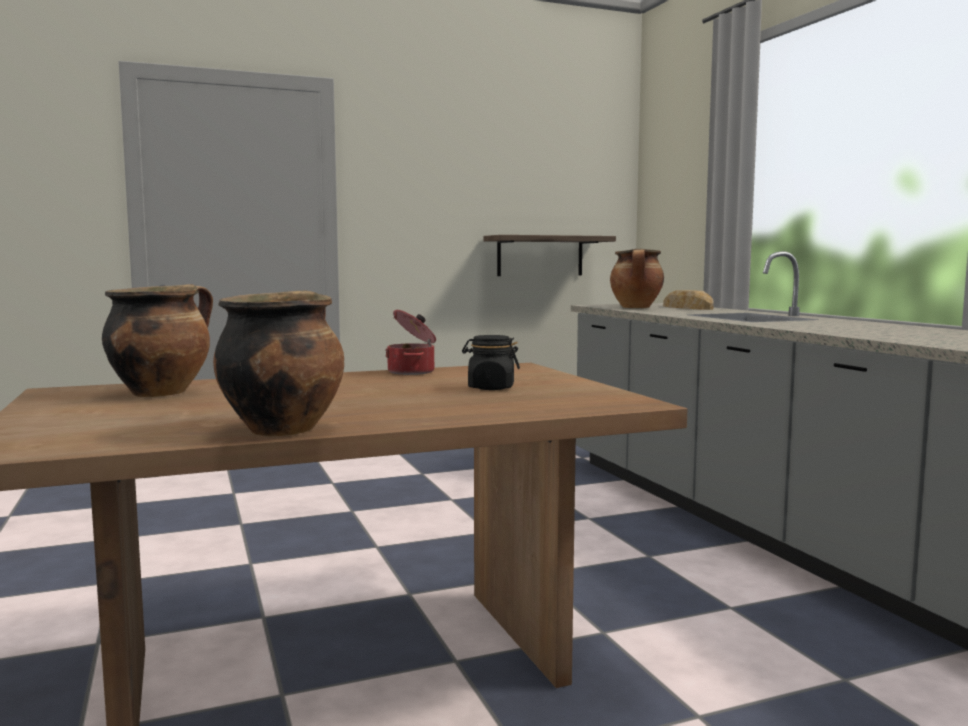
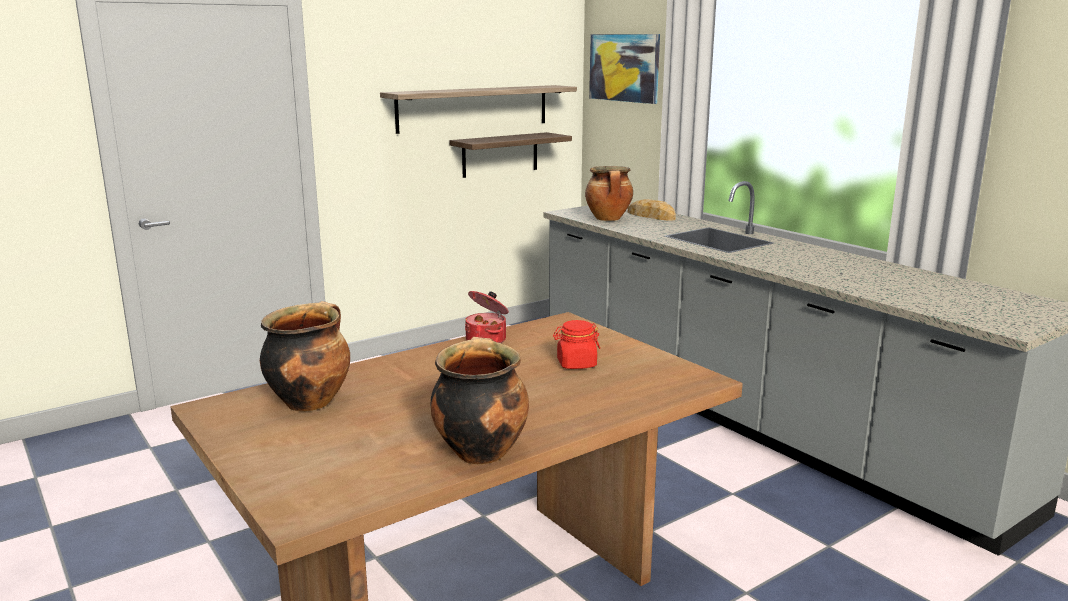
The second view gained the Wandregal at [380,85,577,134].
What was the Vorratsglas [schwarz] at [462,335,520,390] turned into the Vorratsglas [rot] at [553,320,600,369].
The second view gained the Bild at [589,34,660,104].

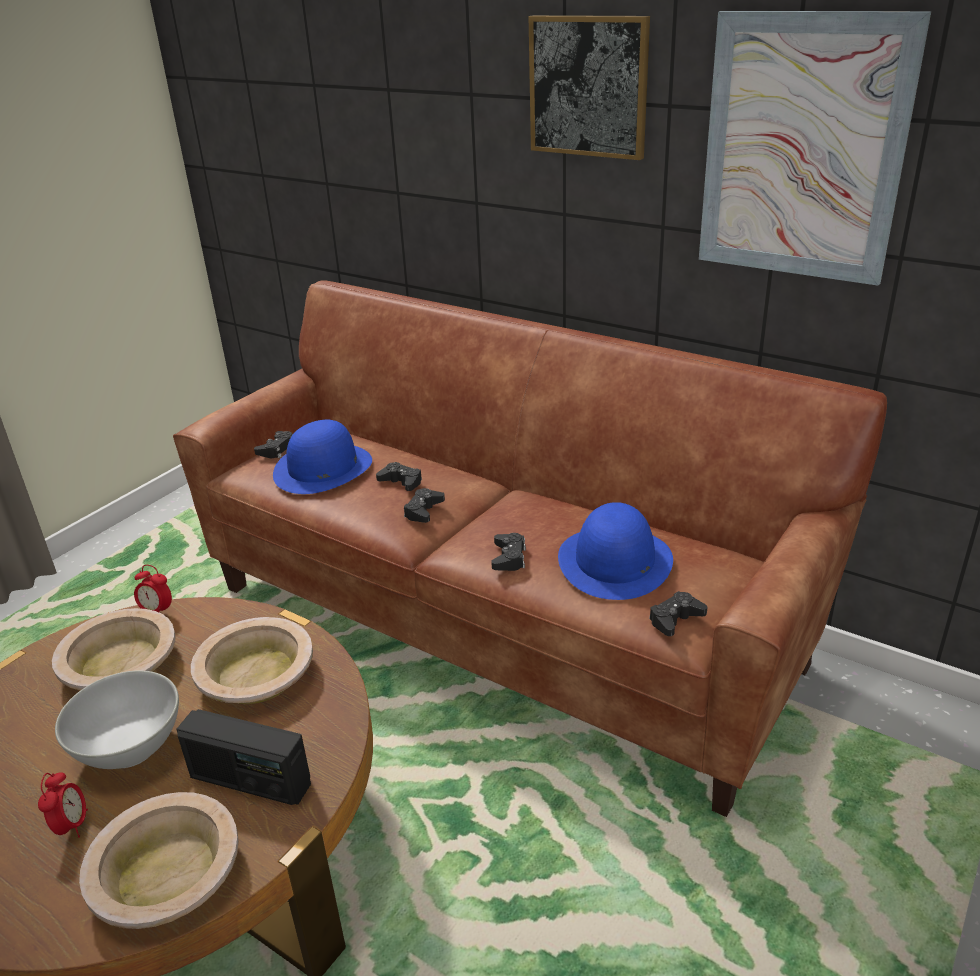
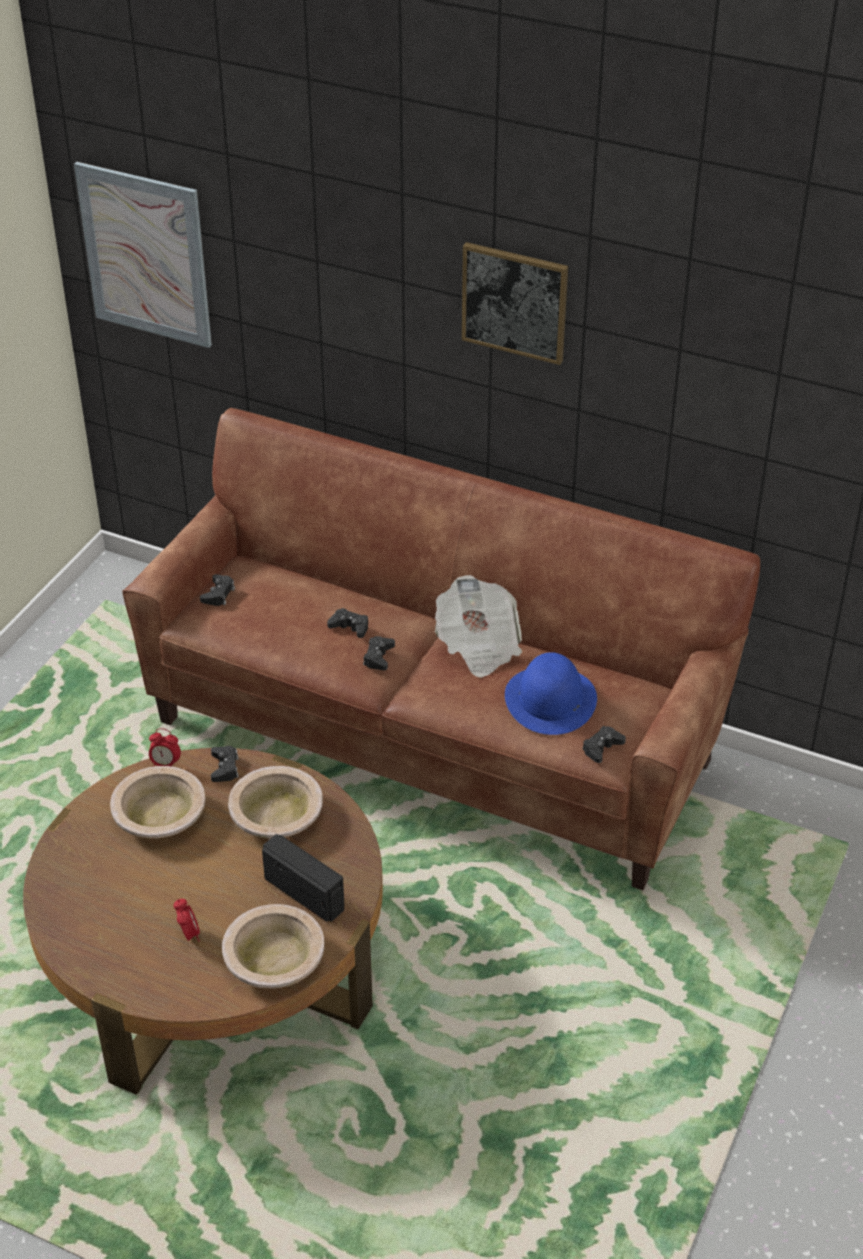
The Bild ended up elsewhere, having gone from [699,11,931,286] to [74,162,212,348].
The Gamepad [schwarz] ended up elsewhere, having gone from [491,533,526,571] to [211,746,239,782].
The Radio at [176,709,311,805] ended up facing another way, 150 degrees counterclockwise from before.
The second view gained the Zeitung at [435,575,522,678].
The second view lost the Schüssel [weiß] at [55,671,179,769].
The second view lost the Hut [blau] at [273,420,372,494].

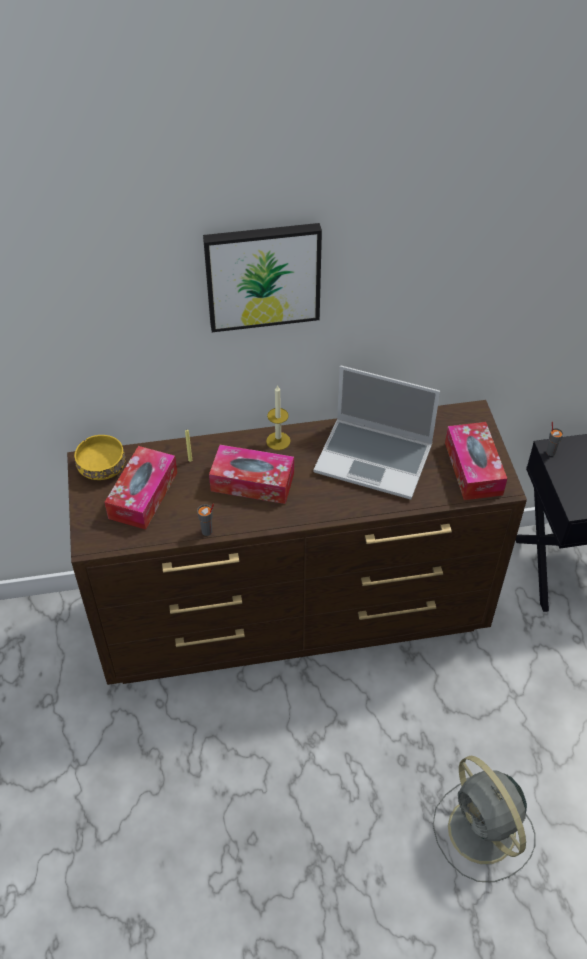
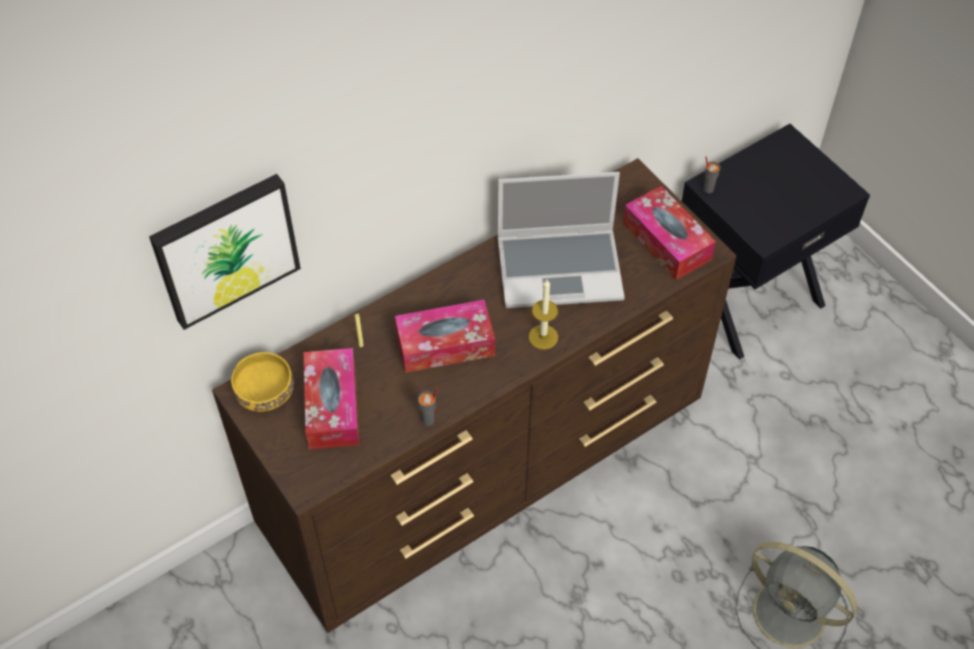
The Bild ended up elsewhere, having gone from [203,223,322,332] to [149,174,301,330].
The Kerze ended up elsewhere, having gone from [266,385,291,450] to [529,280,558,350].

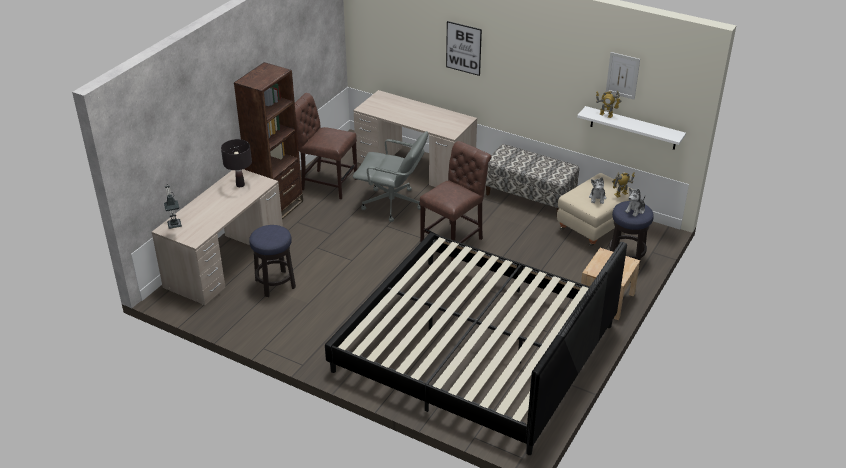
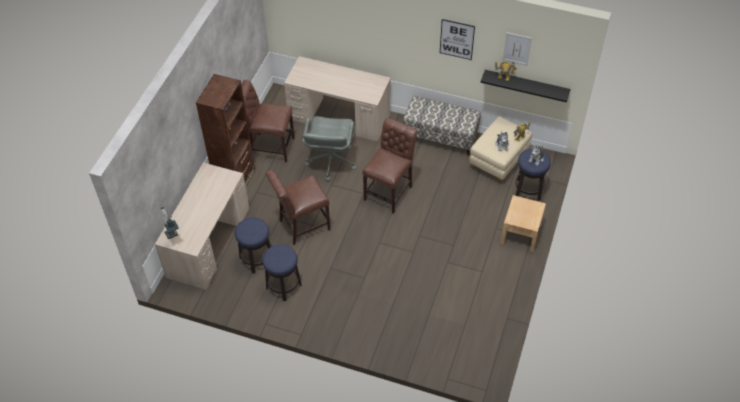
The second view gained the Hocker at [262,244,302,301].
The second view gained the Stuhl [braun] at [266,170,330,245].
The Bürostuhl [grau] at [353,131,428,222] ended up facing another way, 90 degrees clockwise from before.
The Bild ended up elsewhere, having gone from [446,21,482,76] to [440,19,475,60].
What was the Wandregal [weiß] at [577,106,686,150] turned into the Wandregal [schwarz] at [481,70,571,102].
The second view lost the Tischlampe [schwarz] at [221,139,252,187].
The second view lost the Bett at [325,233,627,455].

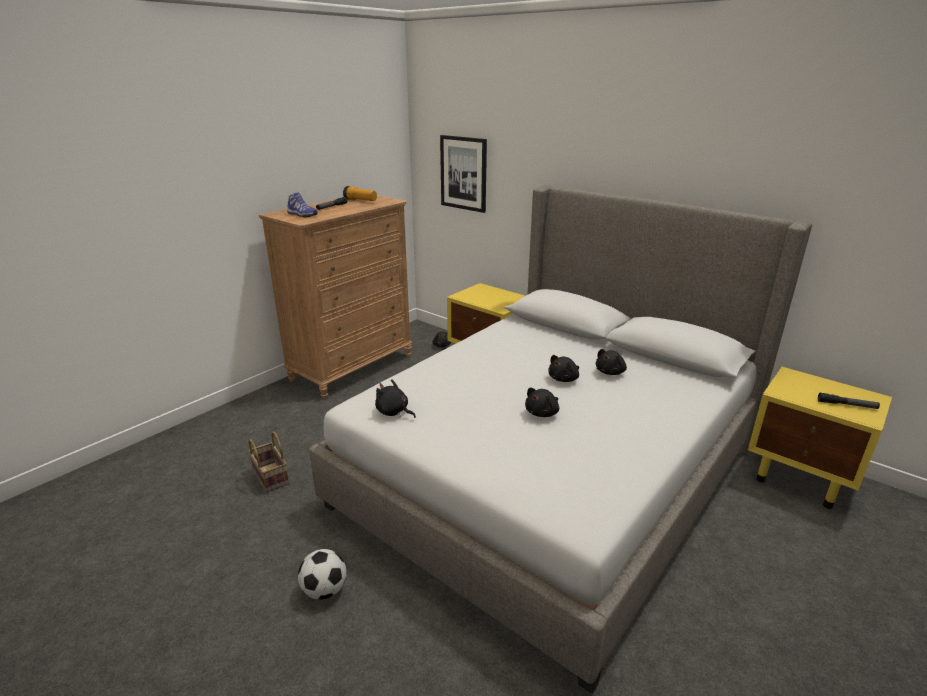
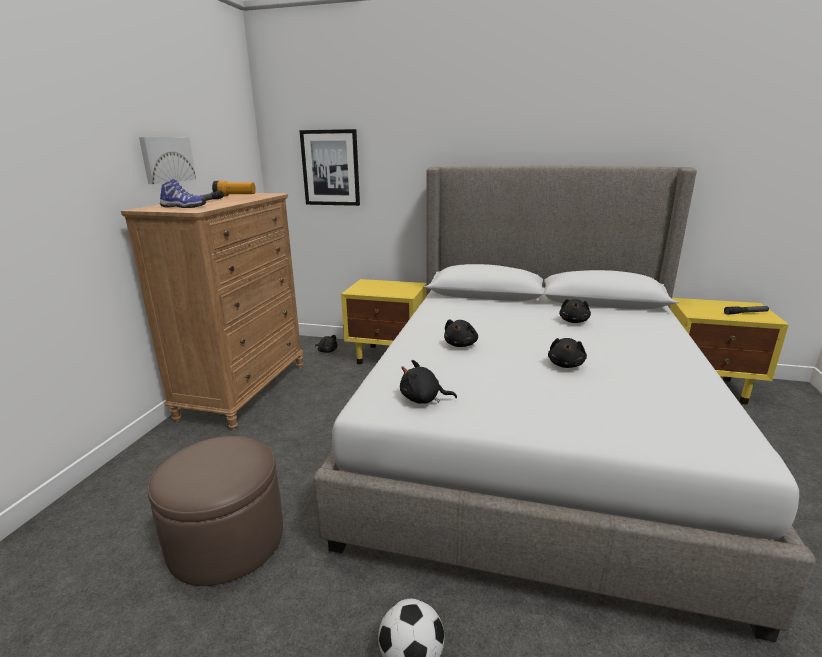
The second view gained the Bild at [139,137,196,184].
Where the Korb stood at [248,431,289,493], the Polsterhocker [braun] came to stand at [147,436,283,586].
The Plüschtier [schwarz] ended up elsewhere, having gone from [548,355,579,382] to [444,319,478,347].

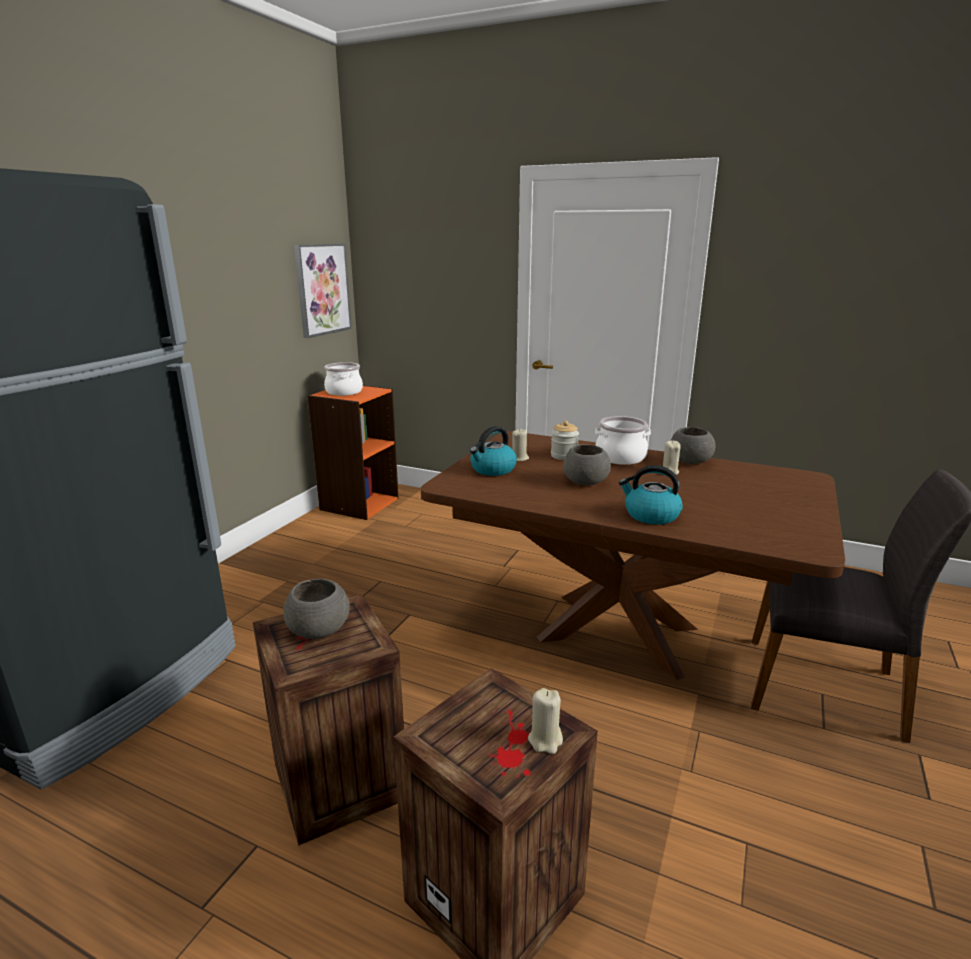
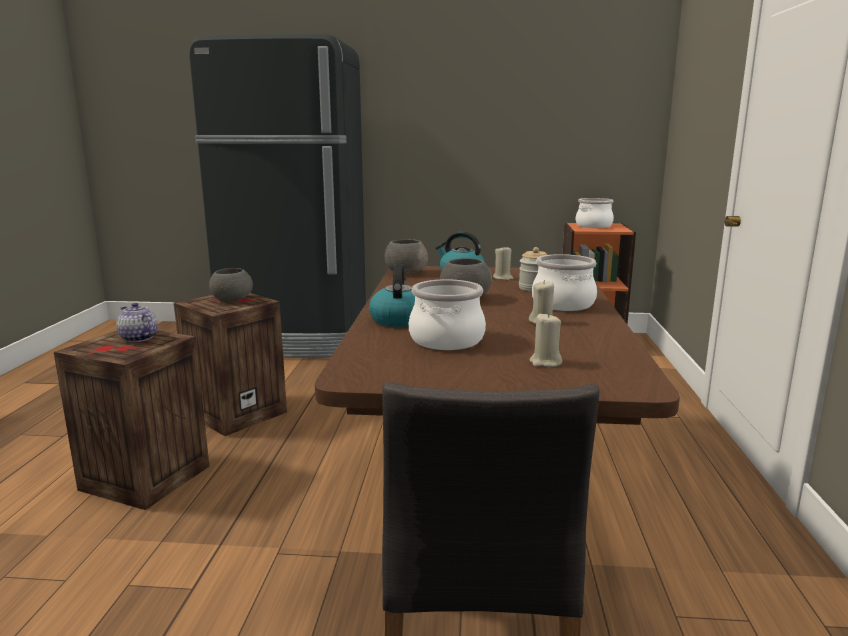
The second view gained the Teekanne at [116,303,158,342].
The Schüssel [grau] ended up elsewhere, having gone from [670,427,716,464] to [385,239,428,274].
The second view gained the Kochtopf at [409,279,486,350].
The Kerze [beige] ended up elsewhere, having gone from [528,688,563,754] to [530,313,562,367].
The second view lost the Bild at [294,244,351,338].

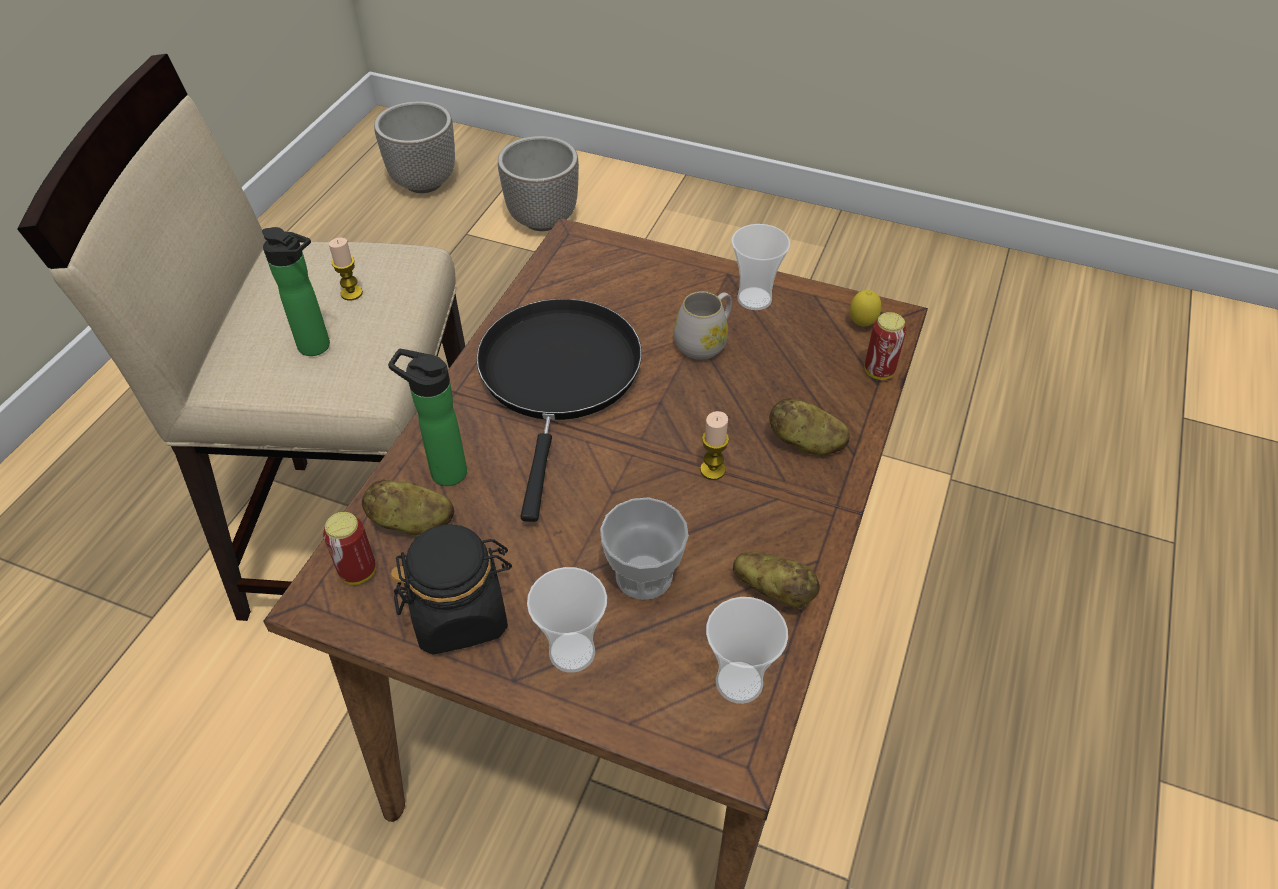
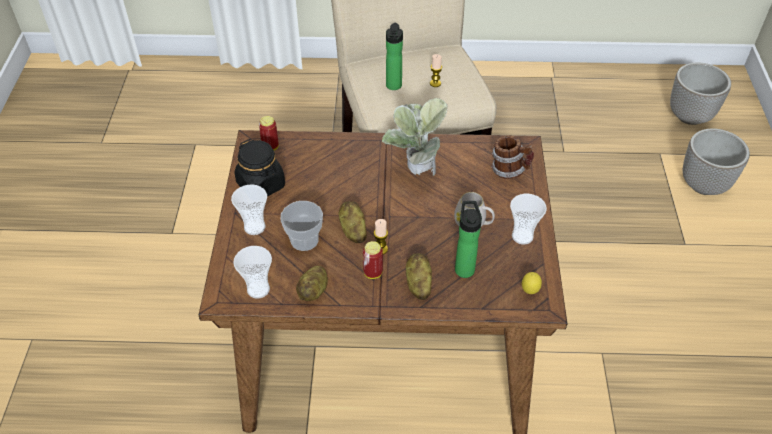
The Kartoffel ended up elsewhere, having gone from [362,479,454,535] to [339,201,367,243].
The Dose ended up elsewhere, having gone from [865,312,906,380] to [363,241,383,279].
Where the Pfanne [schwarz] stood at [476,299,642,522], the Topfpflanze came to stand at [382,98,448,176].
The Flasche ended up elsewhere, having gone from [388,349,467,486] to [455,201,482,278].
The second view gained the Henkelbecher at [492,135,534,179].

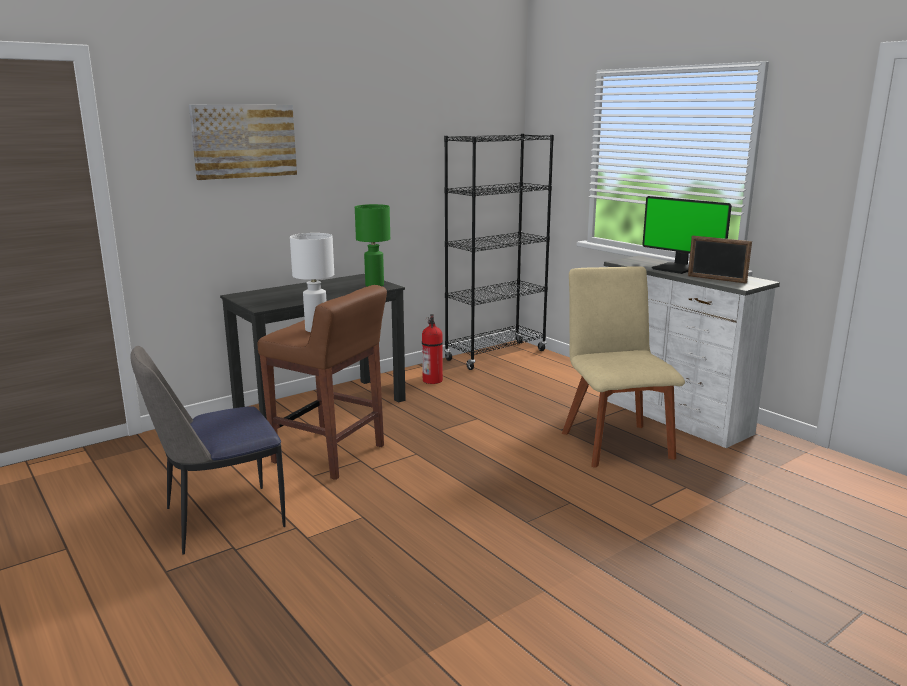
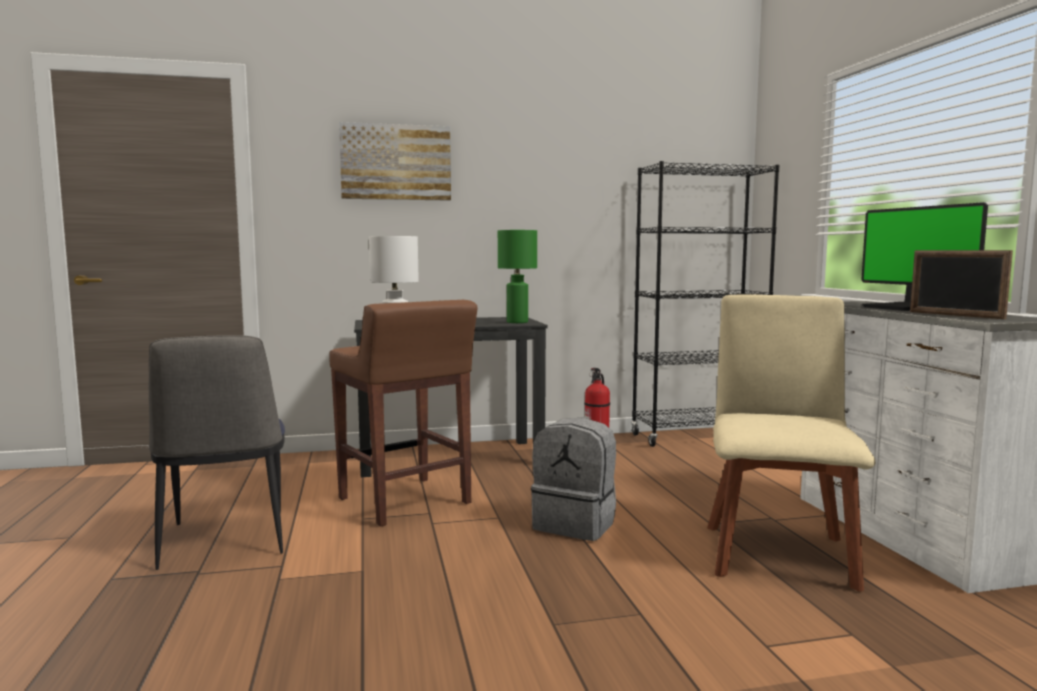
The Stuhl at [130,346,285,554] ended up facing another way, 105 degrees counterclockwise from before.
The second view gained the Rucksack [grau] at [531,417,616,541].

